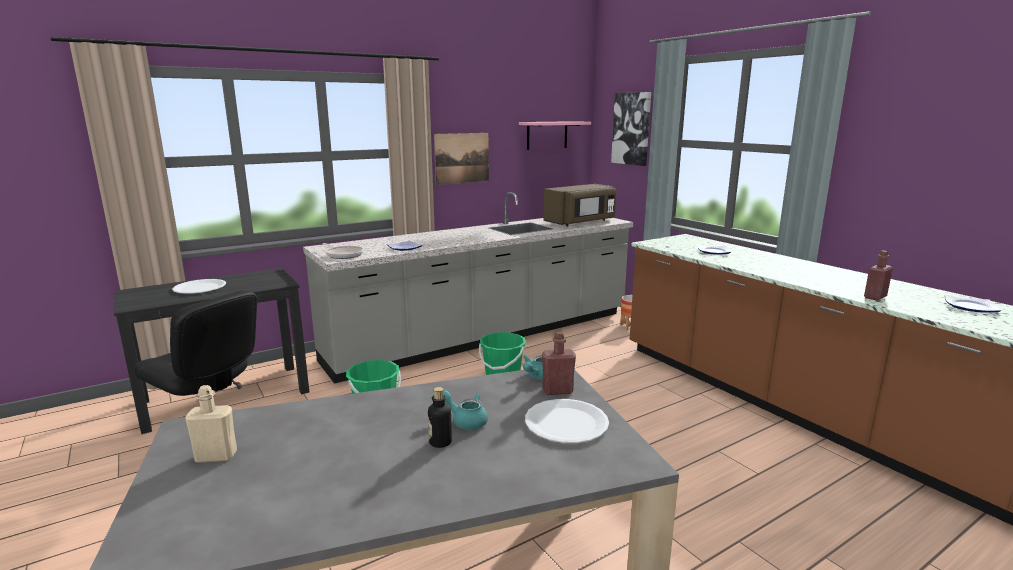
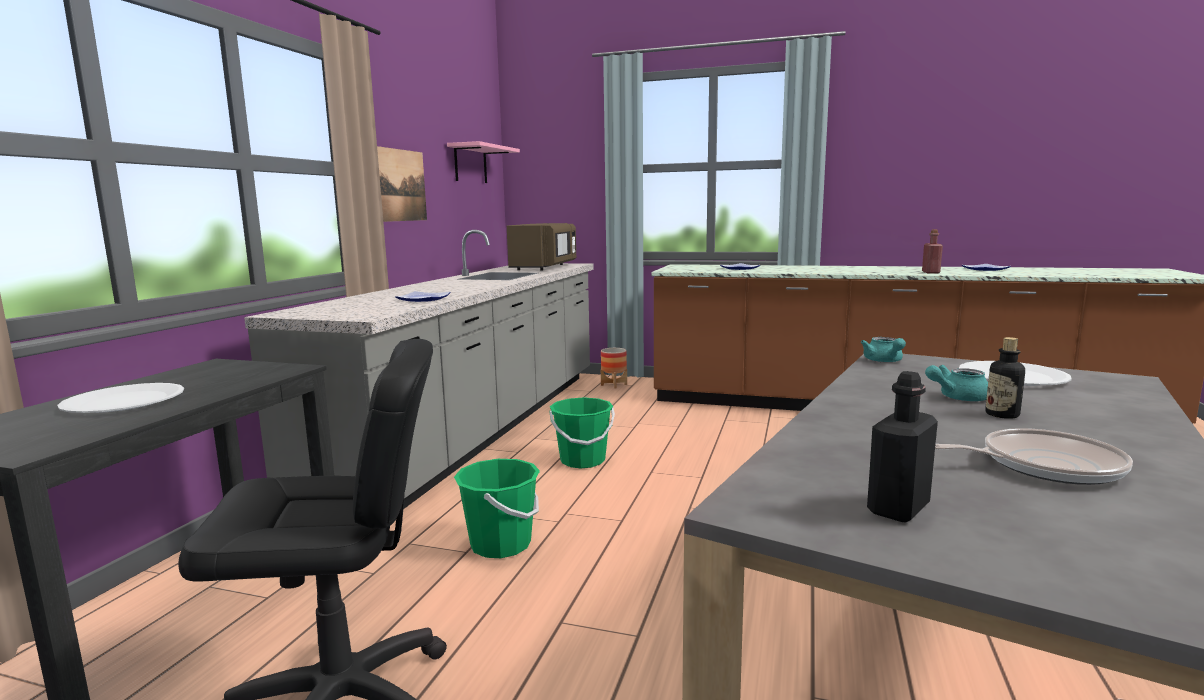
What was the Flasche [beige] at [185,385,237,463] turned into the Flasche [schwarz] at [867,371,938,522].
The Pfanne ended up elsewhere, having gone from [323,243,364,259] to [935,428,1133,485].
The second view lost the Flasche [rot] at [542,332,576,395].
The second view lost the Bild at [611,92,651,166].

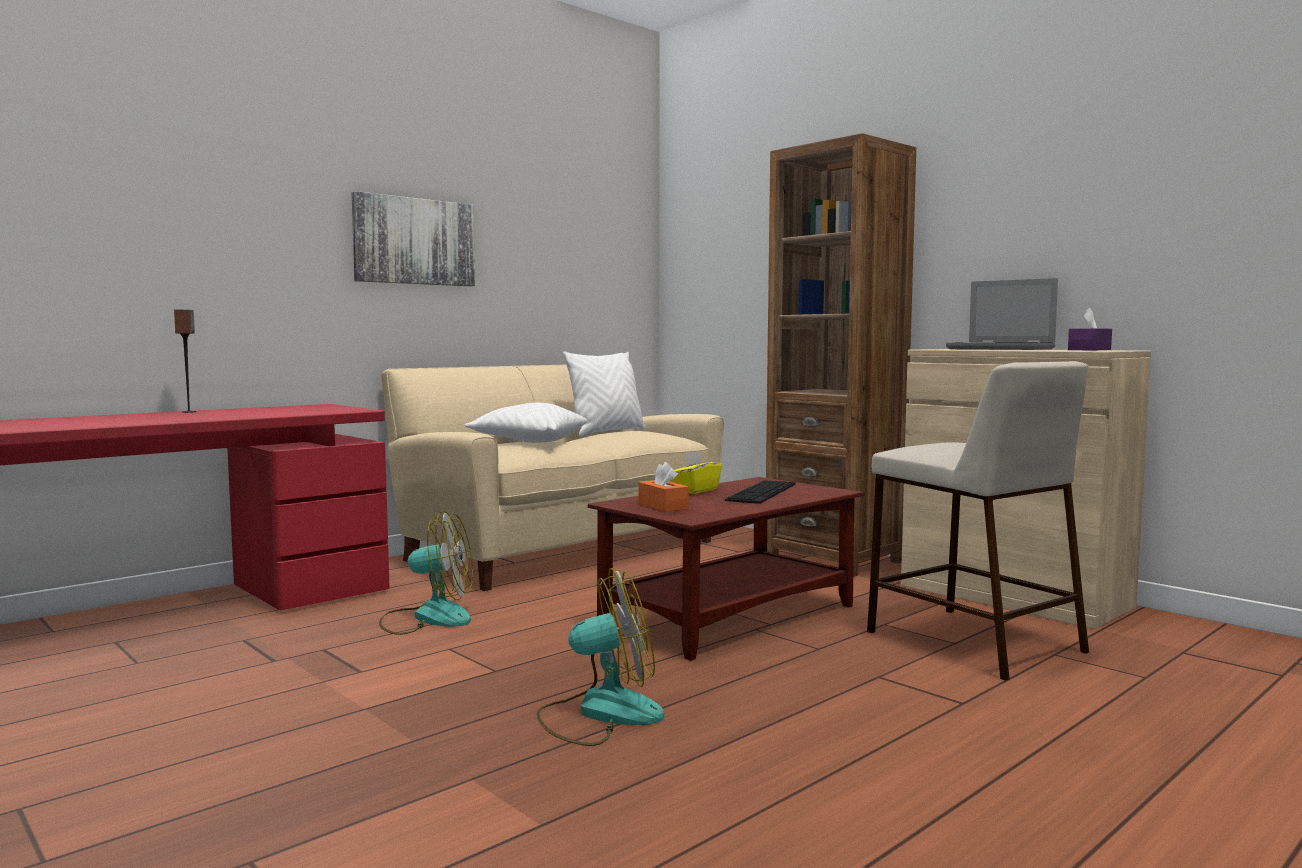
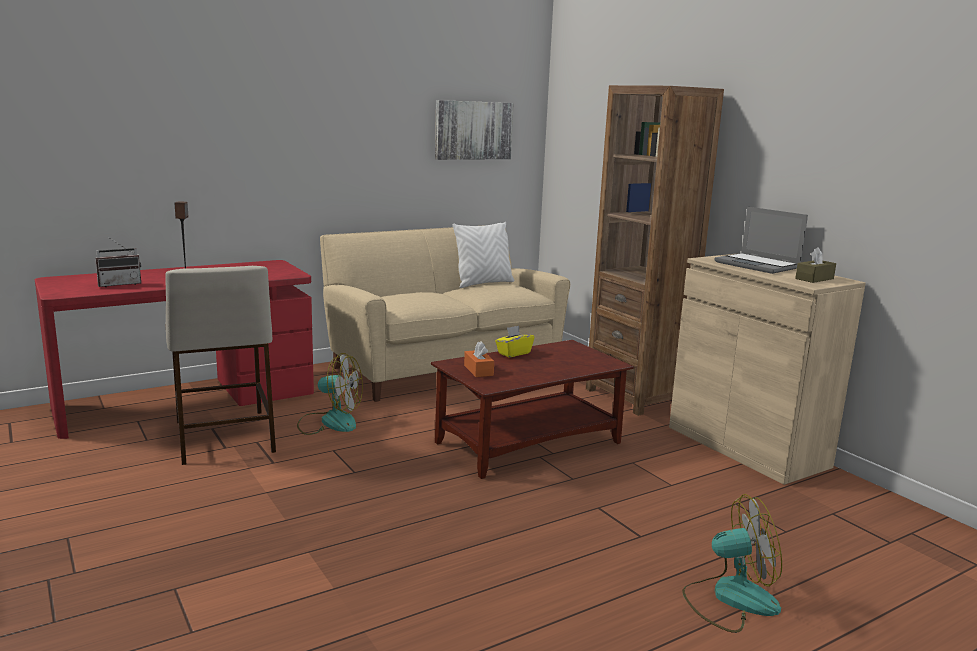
The second view gained the Radio at [95,238,141,287].
The Hocker [beige] ended up elsewhere, having gone from [867,361,1089,681] to [165,266,276,465].
The Bild ended up elsewhere, having gone from [352,191,475,286] to [435,100,513,160].
The Ventilator ended up elsewhere, having gone from [536,568,664,746] to [682,494,782,633].
What was the Taschentuchbox [lila] at [1068,308,1112,350] turned into the Taschentuchbox [braun] at [795,247,836,283].
The second view lost the Kissen [weiß] at [464,403,587,443].
The second view lost the Tastatur at [725,480,796,504].

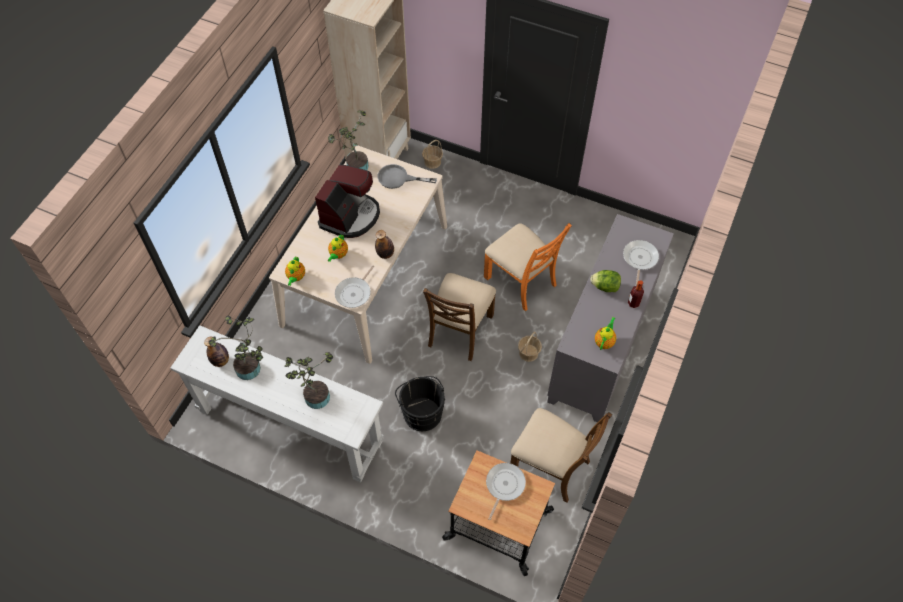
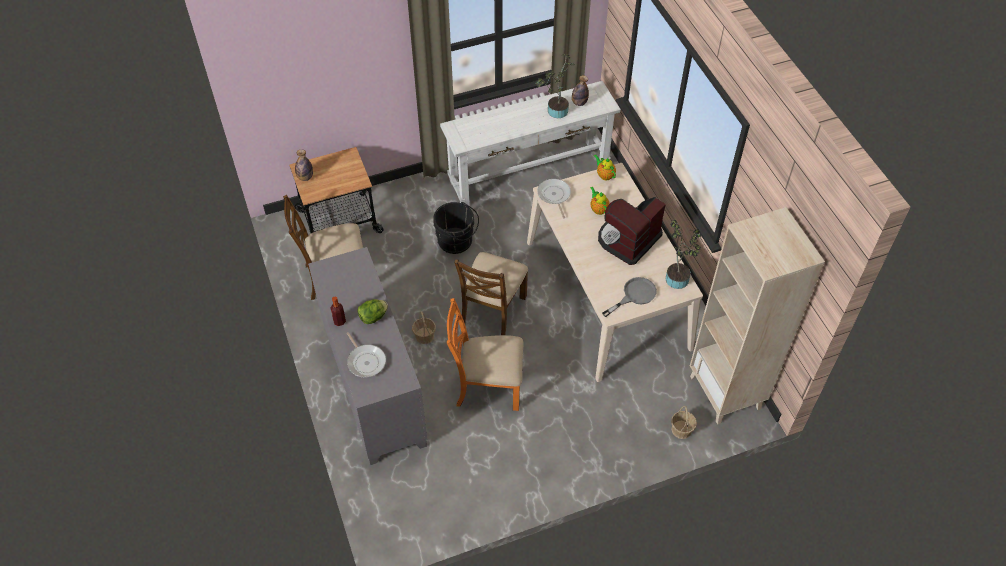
The Flasche ended up elsewhere, having gone from [375,230,394,259] to [295,150,313,181].
The Stuhl [braun] at [423,273,496,361] ended up facing another way, 135 degrees counterclockwise from before.
The Kaffeemaschine at [315,164,380,238] ended up facing another way, 60 degrees clockwise from before.
The second view lost the Topfpflanze at [284,352,333,409].
The second view lost the Pfanne at [486,463,526,520].
The second view lost the Teekanne at [595,317,616,350].

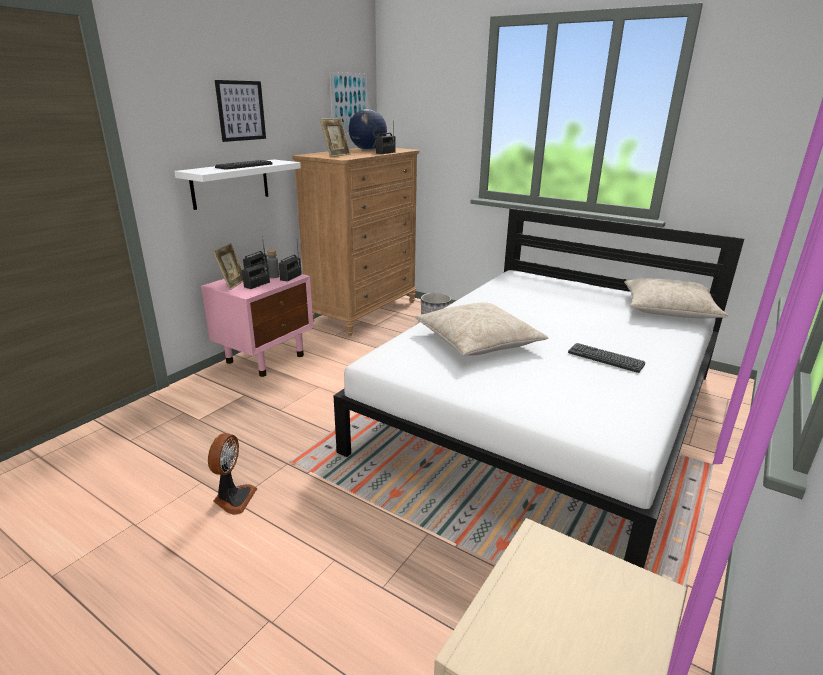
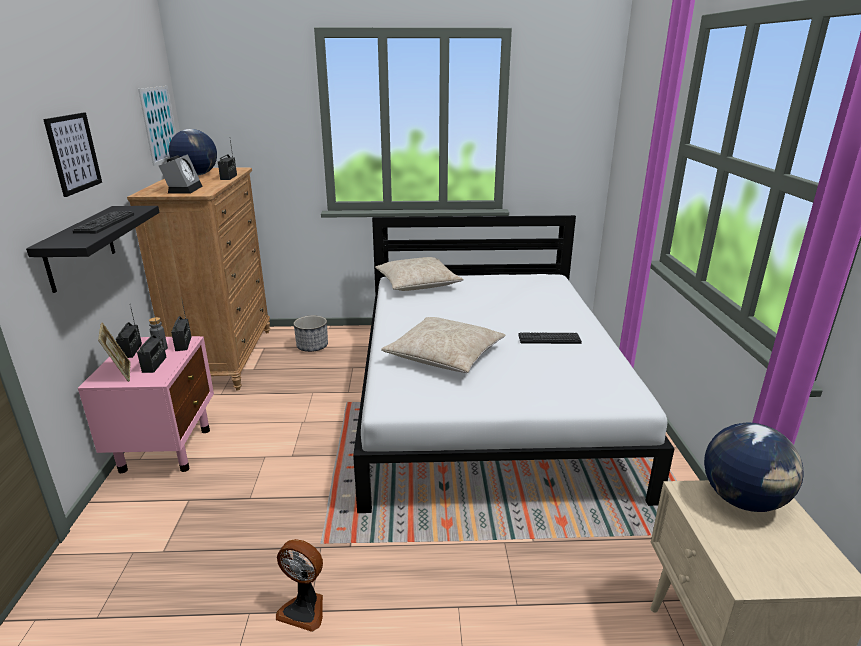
What was the Wandregal [weiß] at [174,160,301,210] turned into the Wandregal [schwarz] at [26,206,160,293].
Where the Bilderrahmen stood at [320,118,351,157], the Wecker came to stand at [159,154,203,194].
The Ventilator at [208,433,258,515] ended up facing another way, 135 degrees clockwise from before.
The Kissen [beige] ended up elsewhere, having gone from [624,278,729,319] to [375,257,464,291].
The second view gained the Globus at [704,423,804,512].

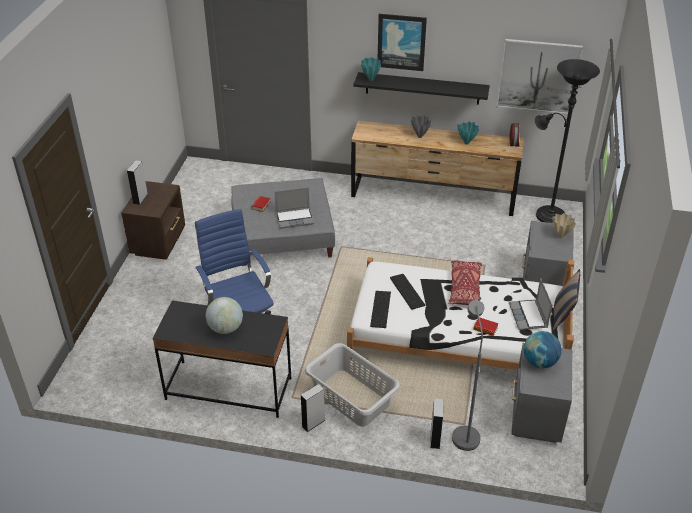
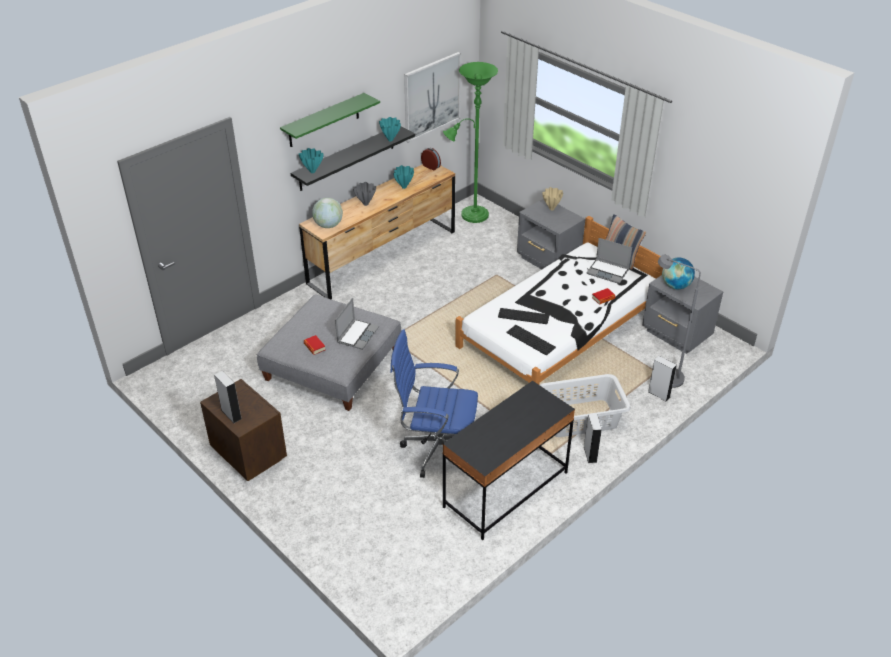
Where the Bild hung at [378,14,427,71], the Wandregal [grün] came to hang at [280,93,380,147].
The Globus ended up elsewhere, having gone from [206,297,243,334] to [312,198,343,228].
The second view gained the Vase [türkis] at [379,117,401,141].
What was the Stehlampe [schwarz] at [535,59,600,223] turned into the Stehlampe [grün] at [443,62,498,223].
The second view lost the Kissen [rot] at [448,261,482,305].

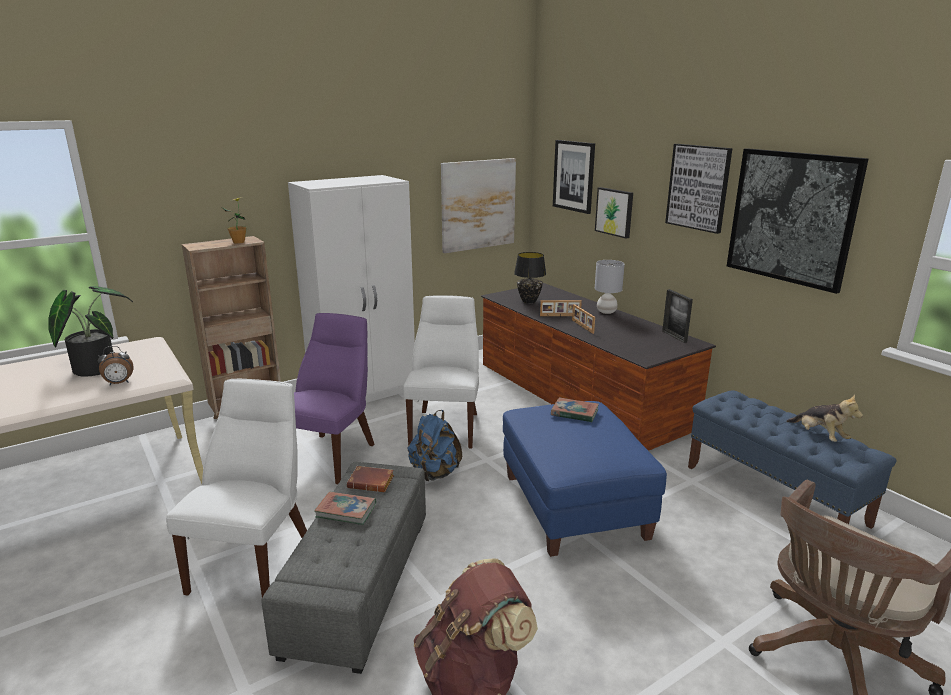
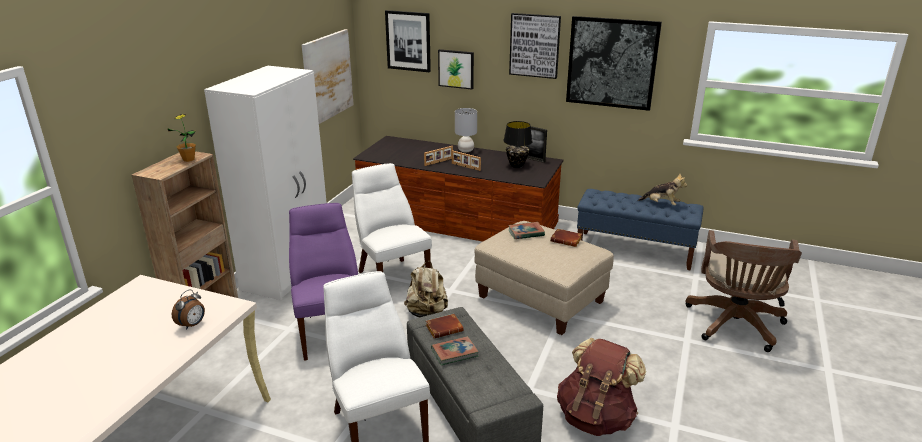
What was the Rucksack [blau] at [407,410,462,481] turned into the Rucksack [beige] at [404,261,448,317].
What was the Polsterhocker [blau] at [503,401,667,557] turned into the Polsterhocker [beige] at [474,221,614,335].
The Tischlampe [schwarz] ended up elsewhere, having gone from [514,252,546,303] to [503,121,533,168].
The second view gained the Buch [braun] at [550,229,582,247].
The second view lost the Topfpflanze at [48,286,133,377].

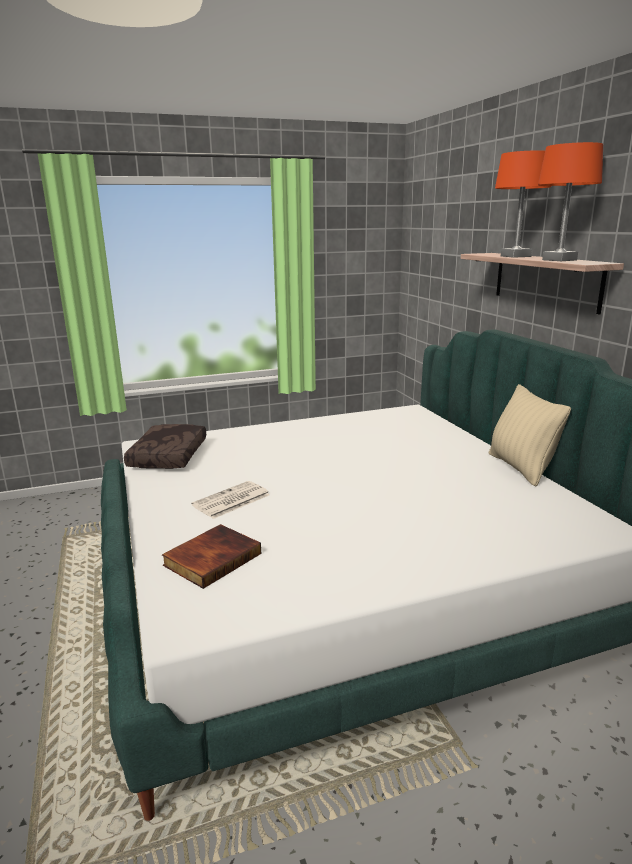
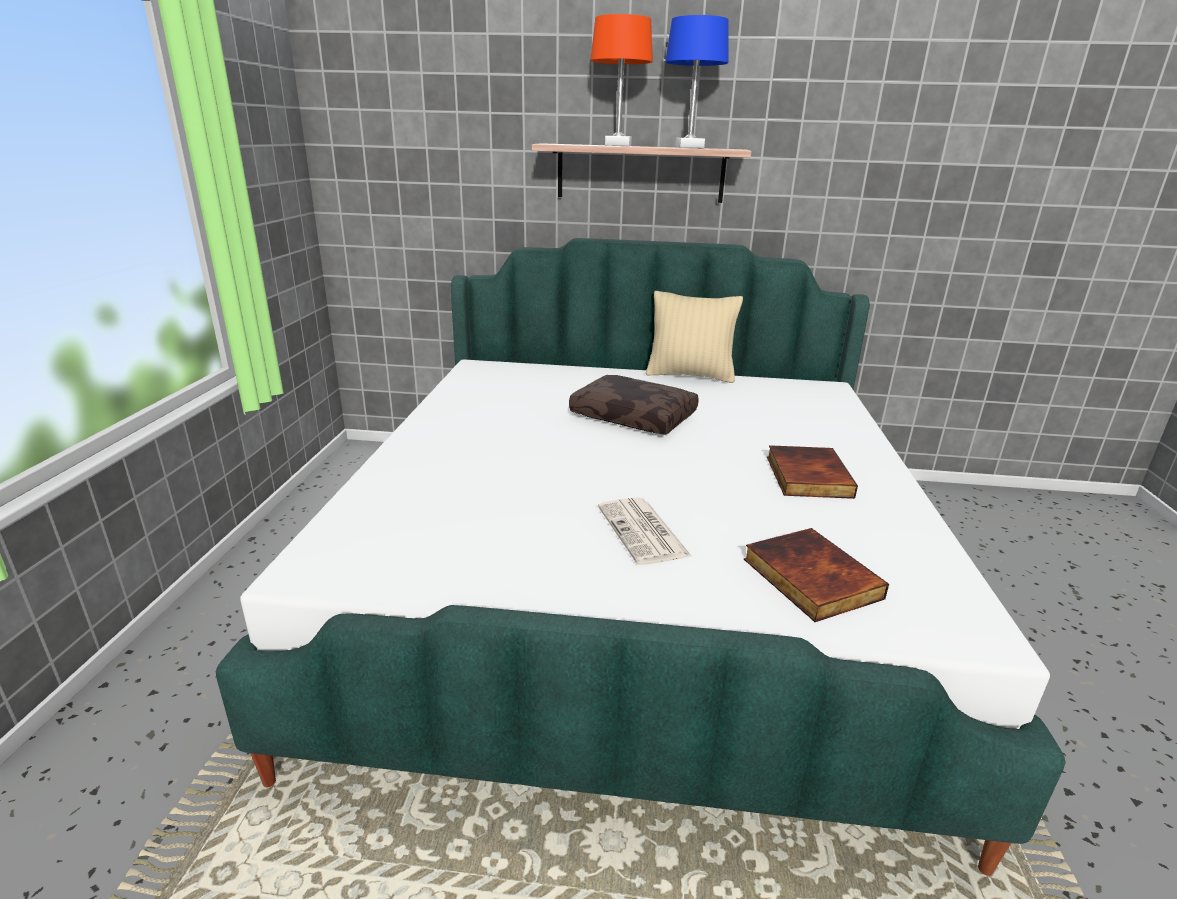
The Kissen [braun] ended up elsewhere, having gone from [124,424,206,469] to [569,375,699,435].
What was the Tischlampe [orange] at [538,142,603,261] turned into the Tischlampe [blau] at [665,15,729,148].
The second view gained the Buch at [767,445,858,499].

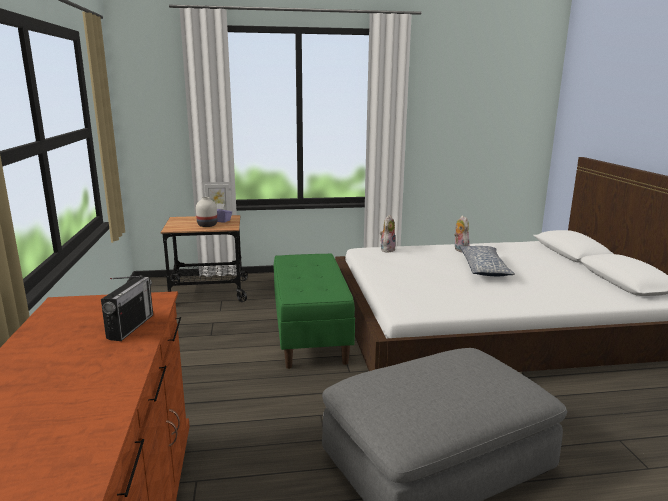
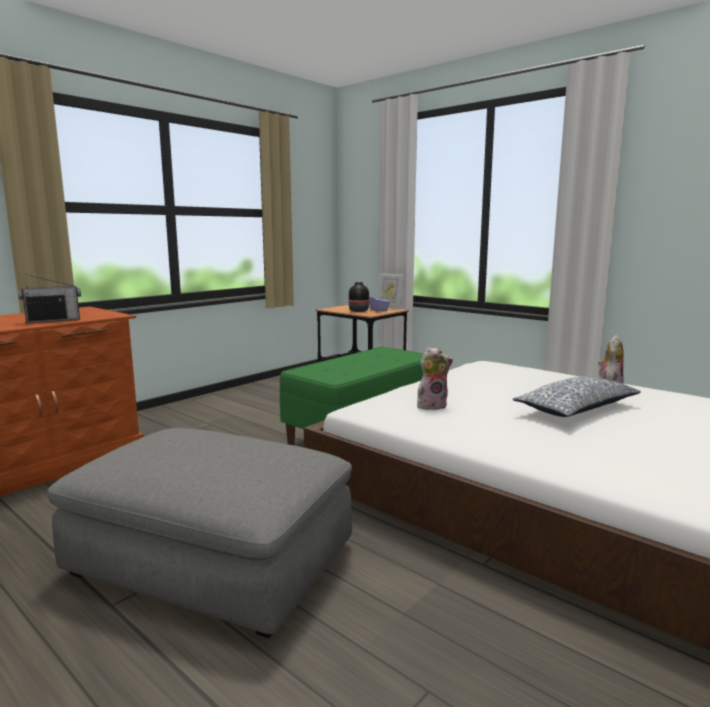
What was the Vase [weiß] at [196,197,217,227] turned into the Vase [schwarz] at [349,282,369,312].
The Plüschtier ended up elsewhere, having gone from [380,215,395,253] to [417,347,453,410].

